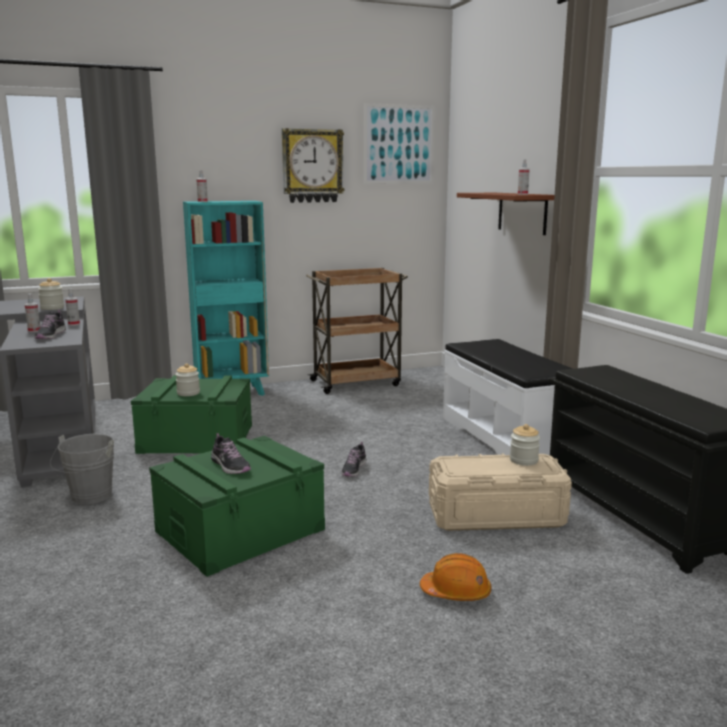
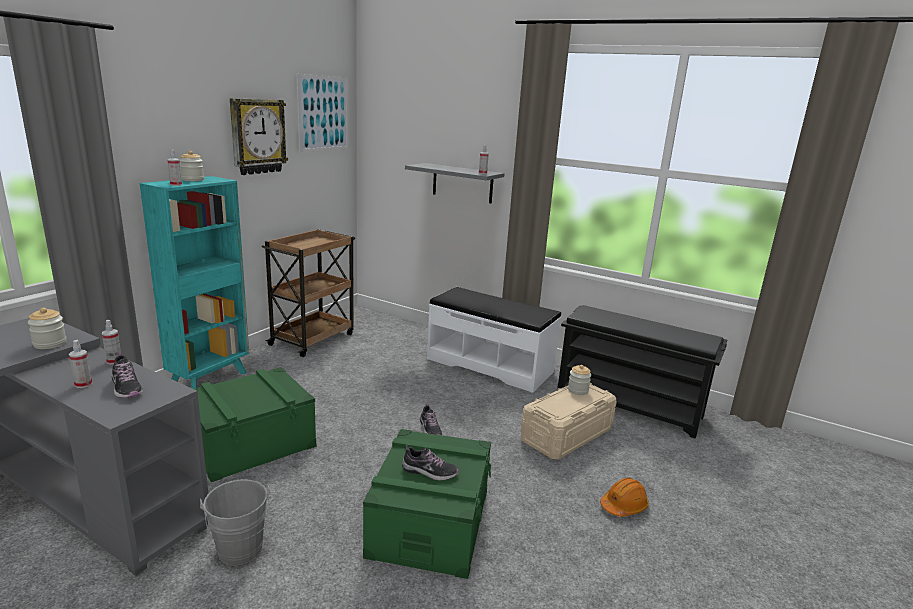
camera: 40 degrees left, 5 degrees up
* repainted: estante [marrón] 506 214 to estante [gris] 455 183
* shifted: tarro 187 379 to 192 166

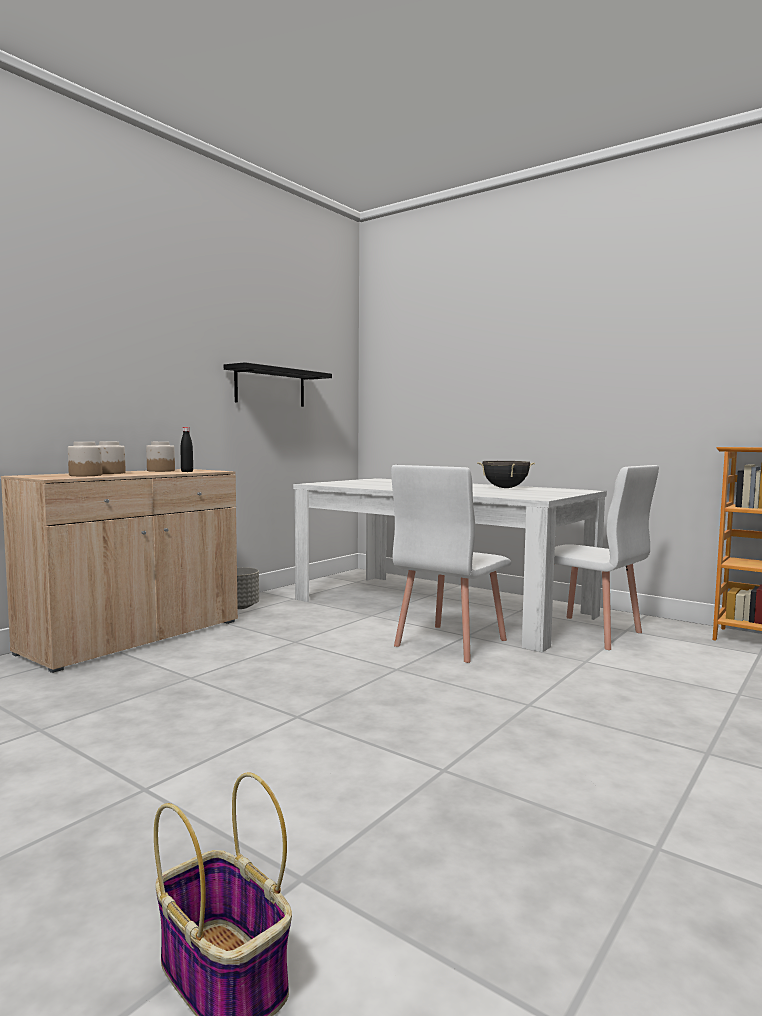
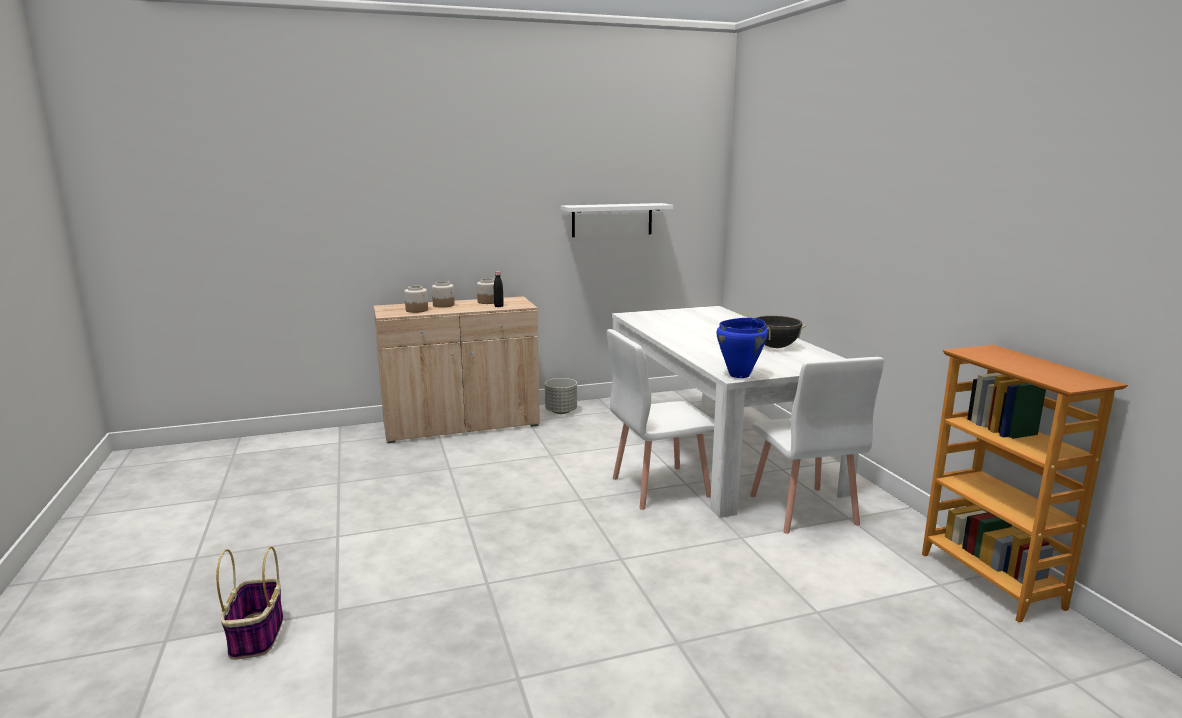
camera: 35 degrees right, 10 degrees up
* repainted: estante [negro] 278 384 to estante [blanco] 616 220
* new: olla [azul] 742 348

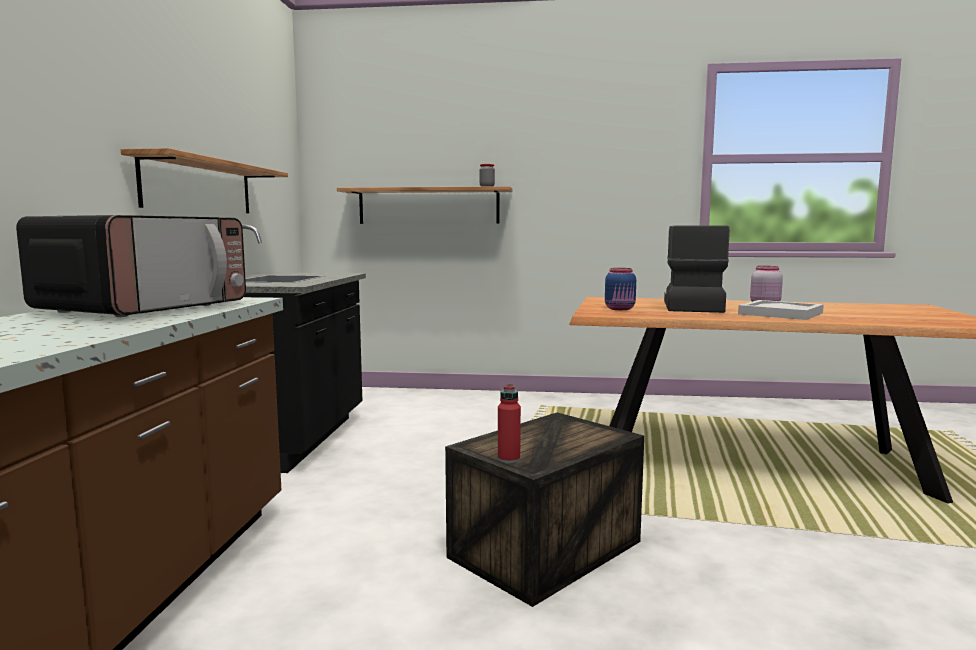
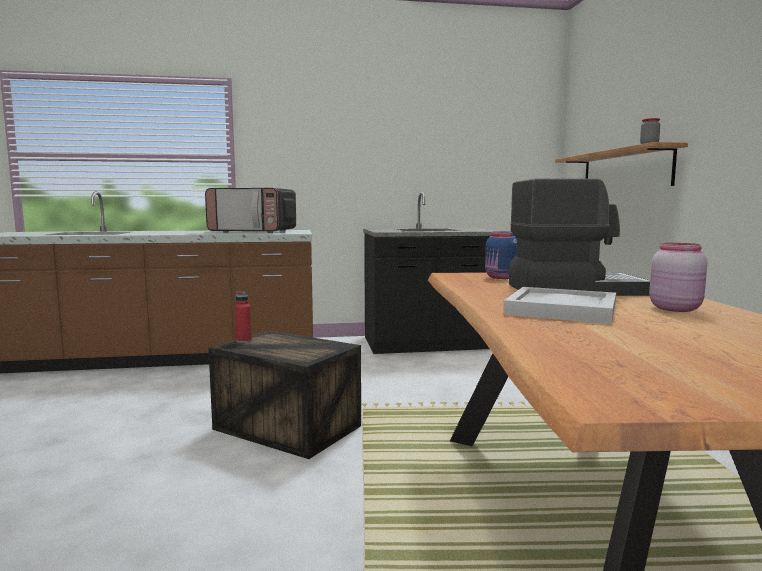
camera: 75 degrees right, 0 degrees up
* gone: estante 204 180

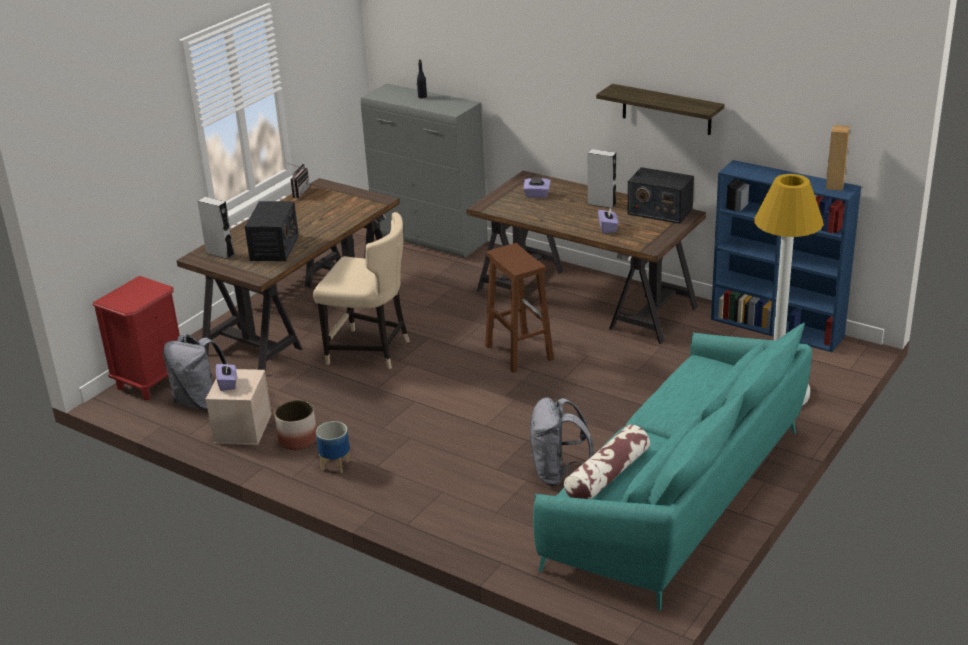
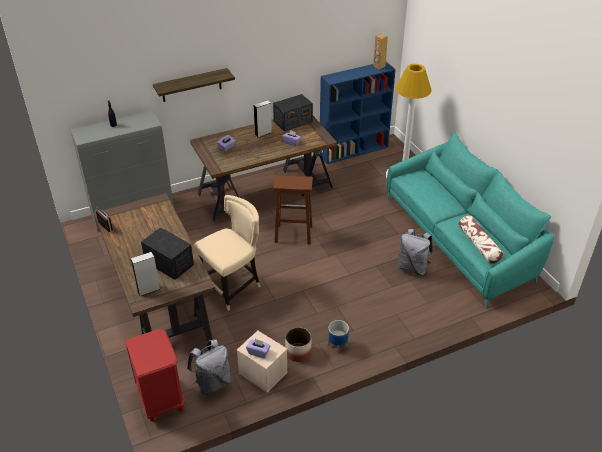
camera: 60 degrees left, 10 degrees up
* shifted: estante 660 109 to 194 85

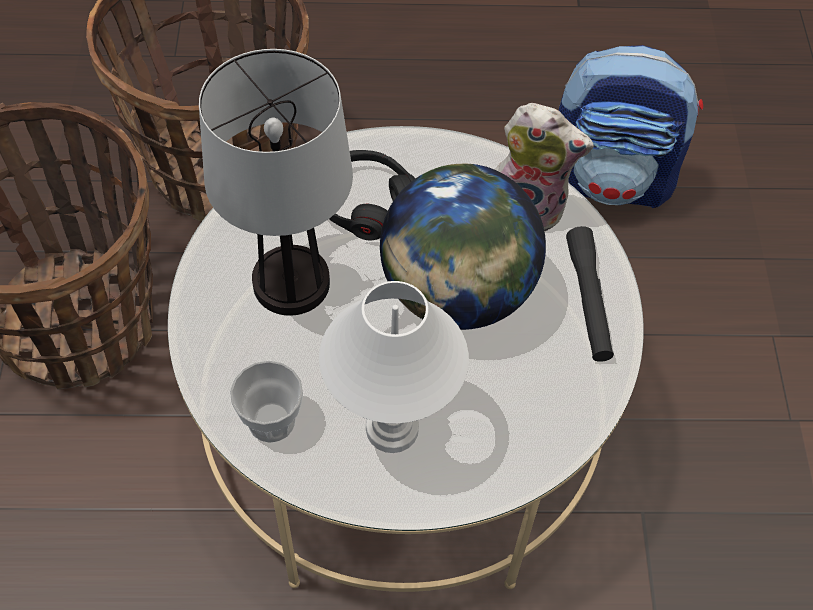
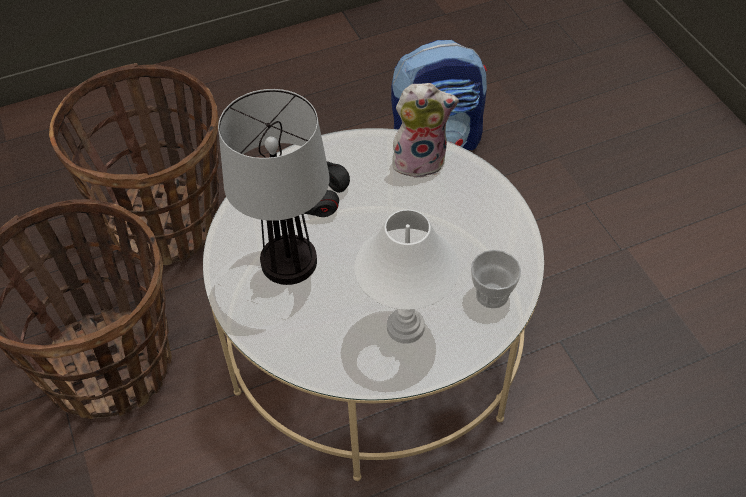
camera: 20 degrees left, 5 degrees down
* gone: globo terráqueo 463 247
* gone: linterna [negro] 590 294
* shifted: taza 266 402 to 496 279

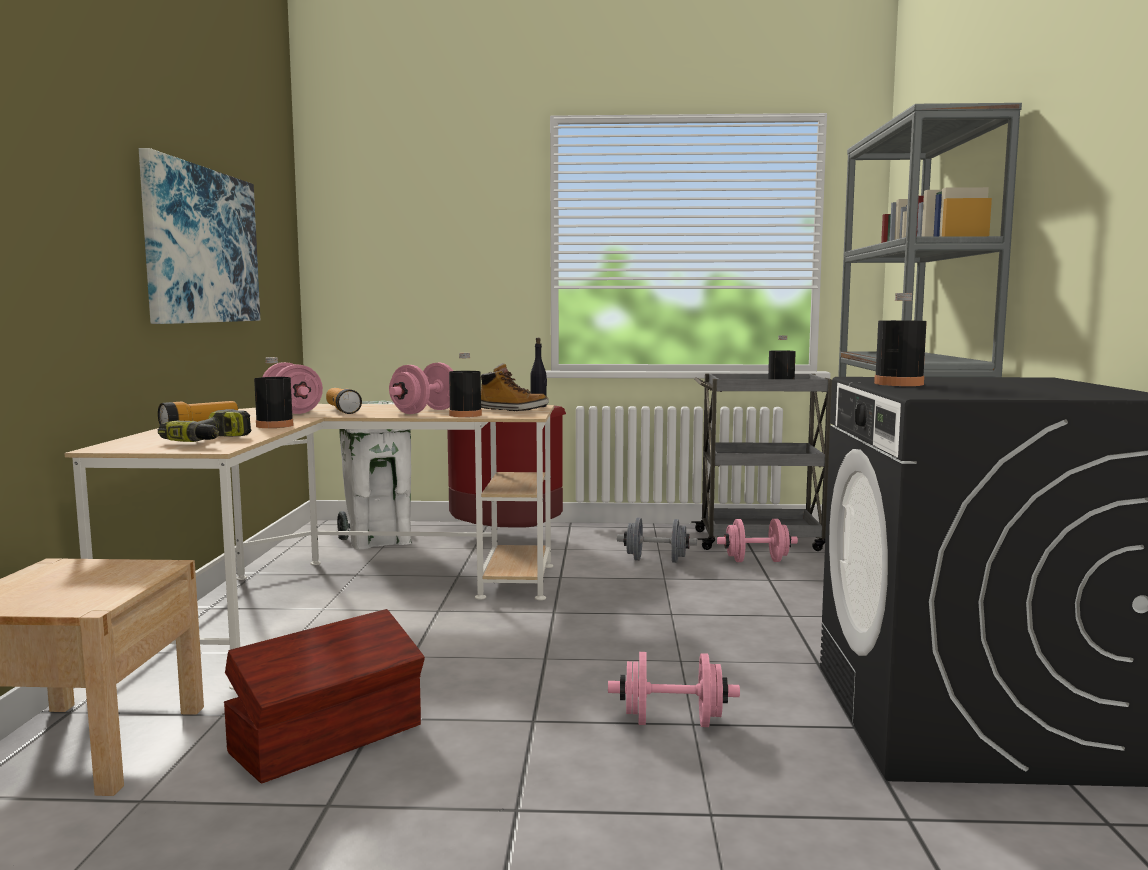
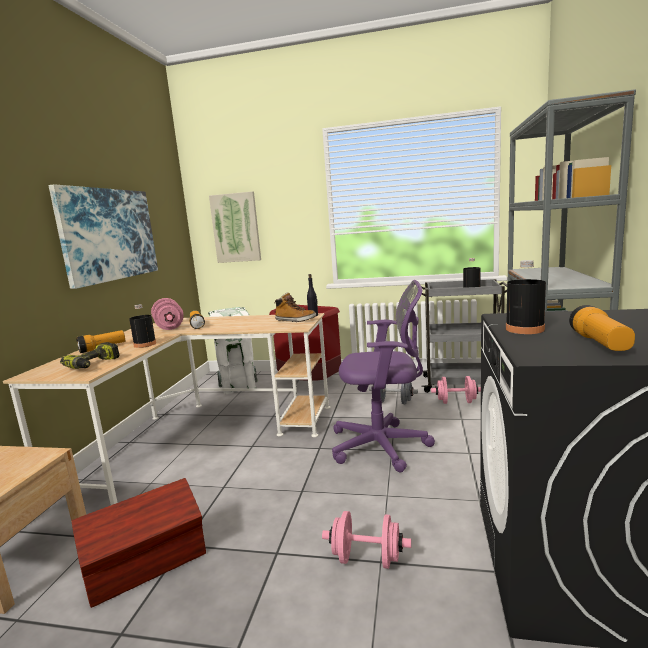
camera: 10 degrees right, 5 degrees up
* gone: botella [negro] 465 385
* gone: mancuerna [rosa] 421 388
* new: cuadro 235 227
* new: silla de oficina [morado] 383 376
* new: linterna 602 328

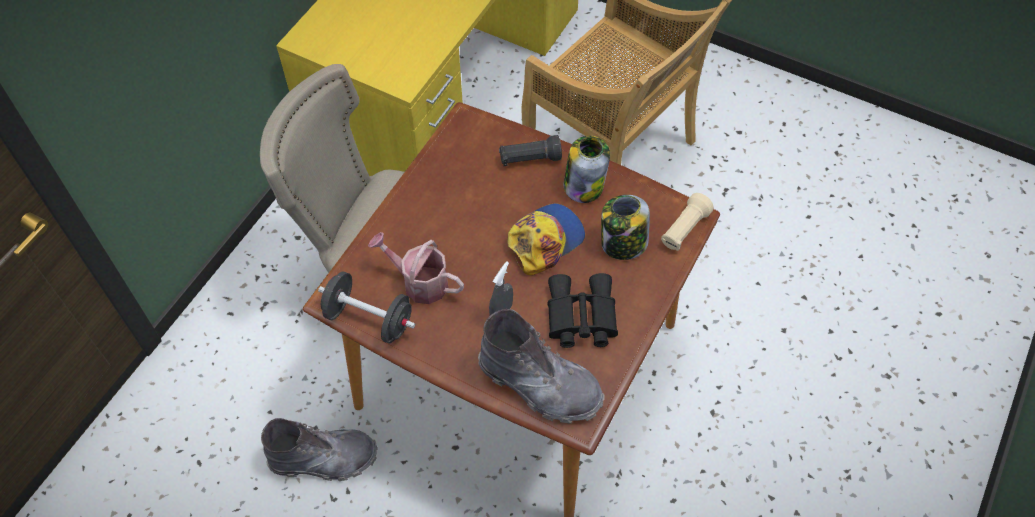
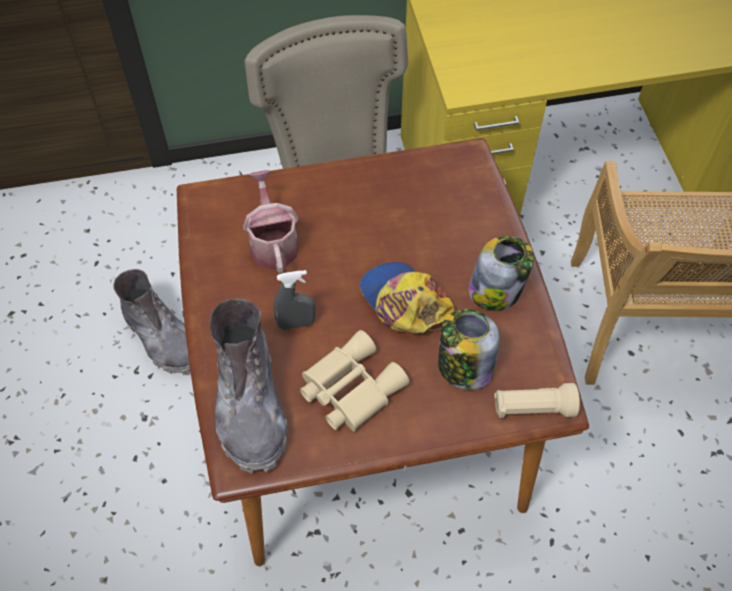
camera: 50 degrees right, 0 degrees up
* gone: linterna [negro] 530 150
* rotated: gorra 546 239 = 407 297 135 degrees counterclockwise
* gone: mancuerna [negro] 366 307
* repainted: prismáticos [negro] 583 310 to prismáticos [beis] 354 381

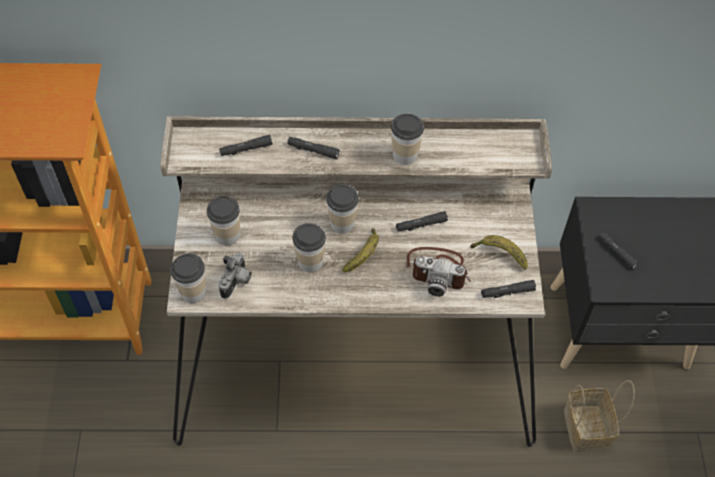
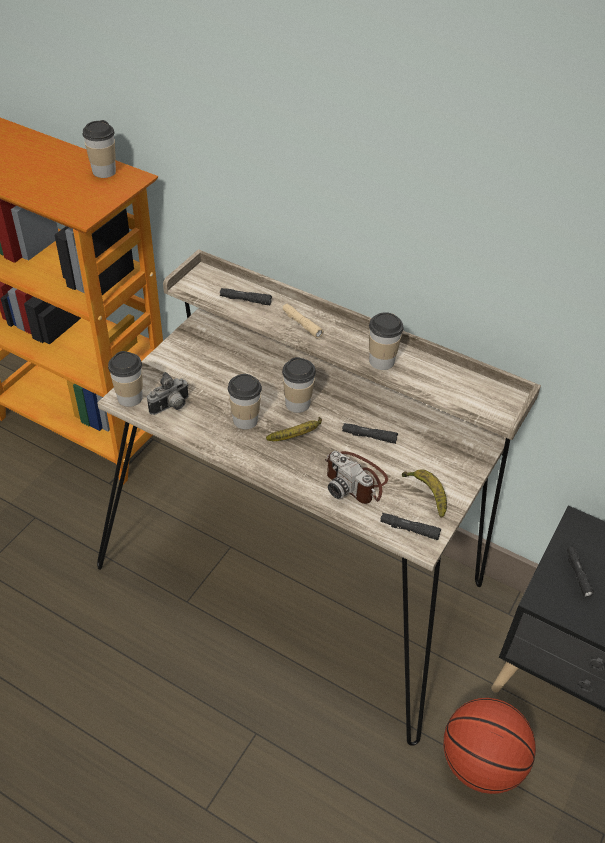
camera: 30 degrees right, 10 degrees down
* repainted: linterna [negro] 313 148 to linterna [beis] 303 321
* shifted: taza 223 220 to 99 149
* swapped: cesta 599 416 to balón de baloncesto 489 746

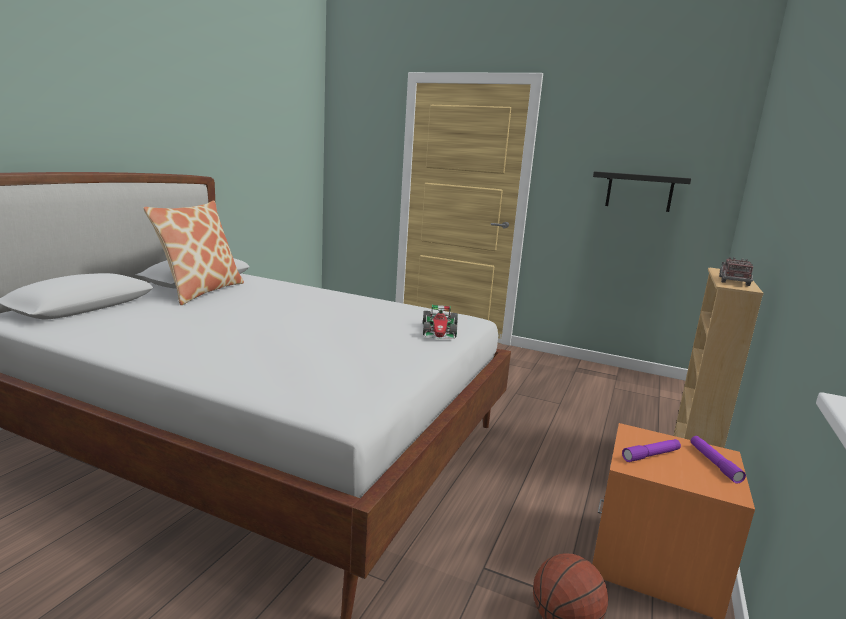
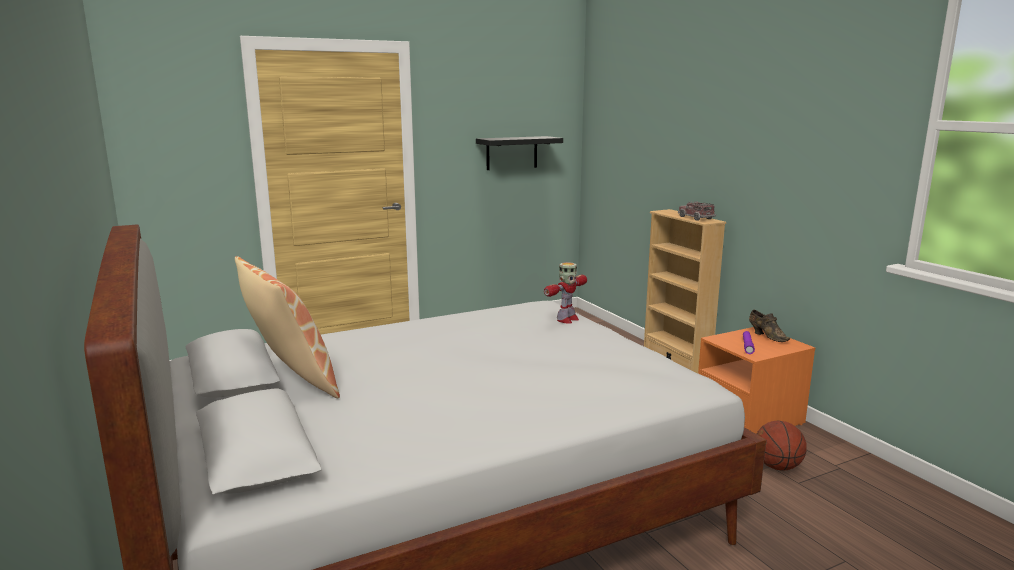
camera: 50 degrees left, 0 degrees up
* swapped: coche de juguete 440 322 to robot de juguete 565 292
* swapped: linterna [morado] 718 460 to zapato [marrón] 769 326

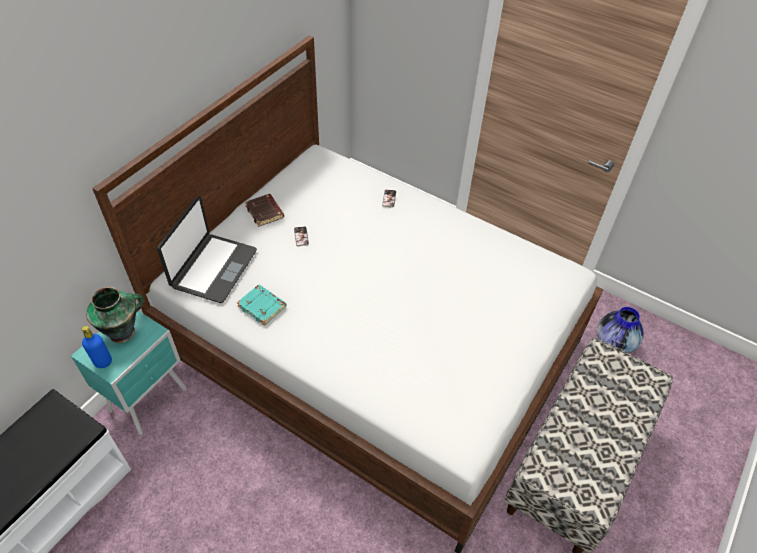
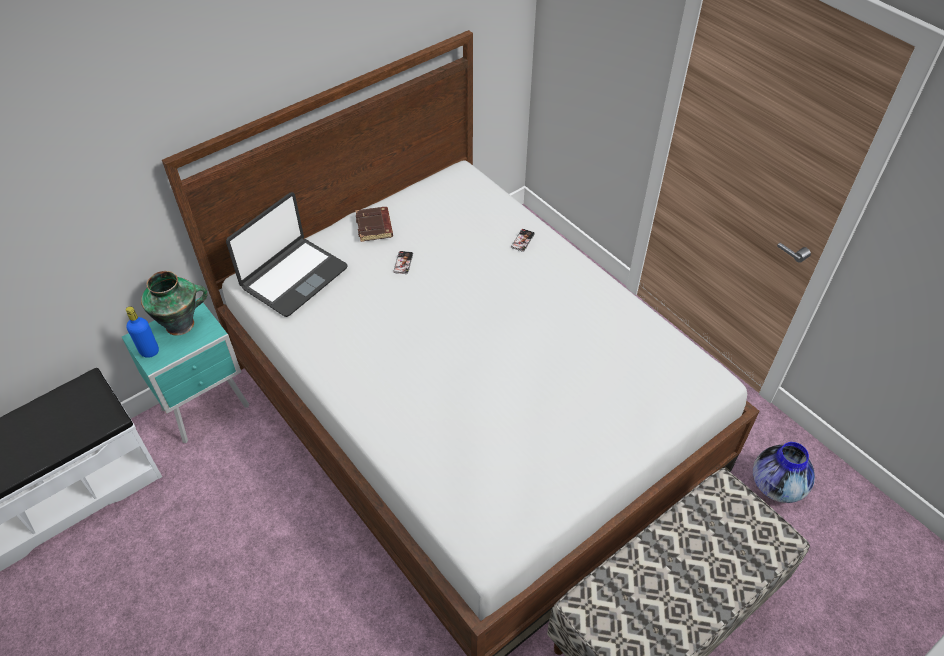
camera: 20 degrees right, 0 degrees up
* gone: libro [turquesa] 262 305

